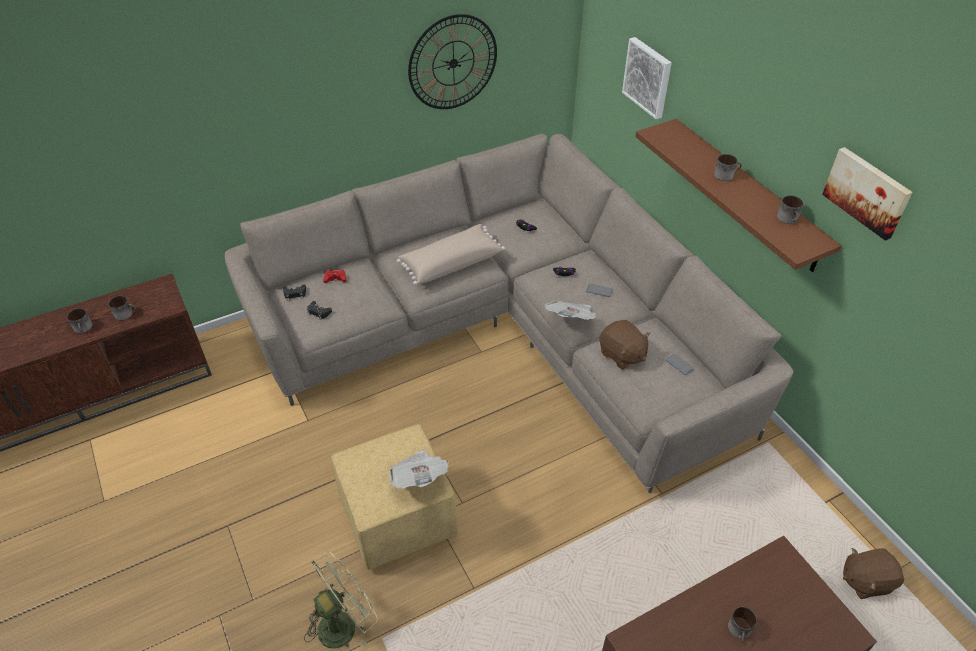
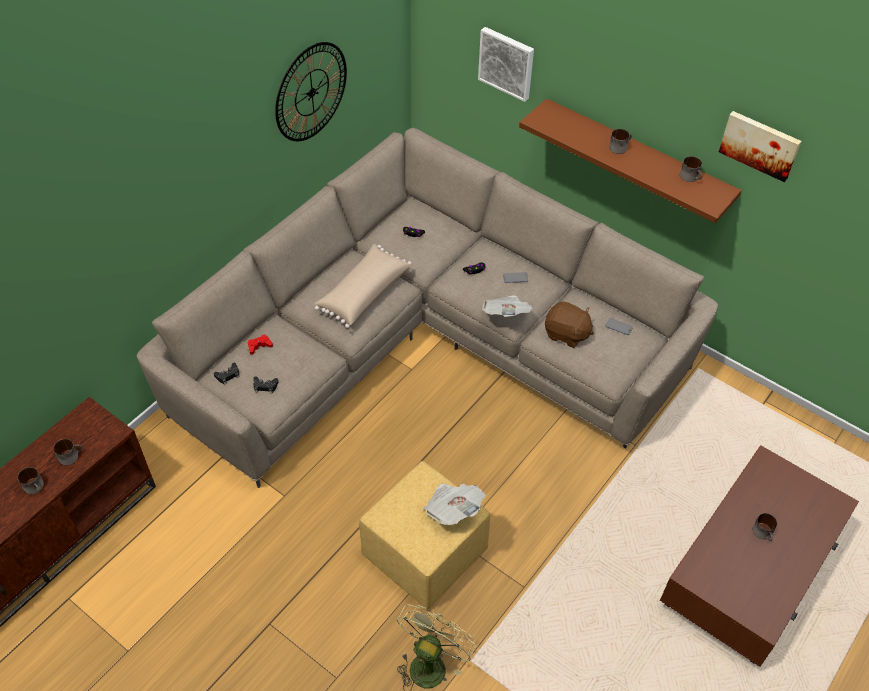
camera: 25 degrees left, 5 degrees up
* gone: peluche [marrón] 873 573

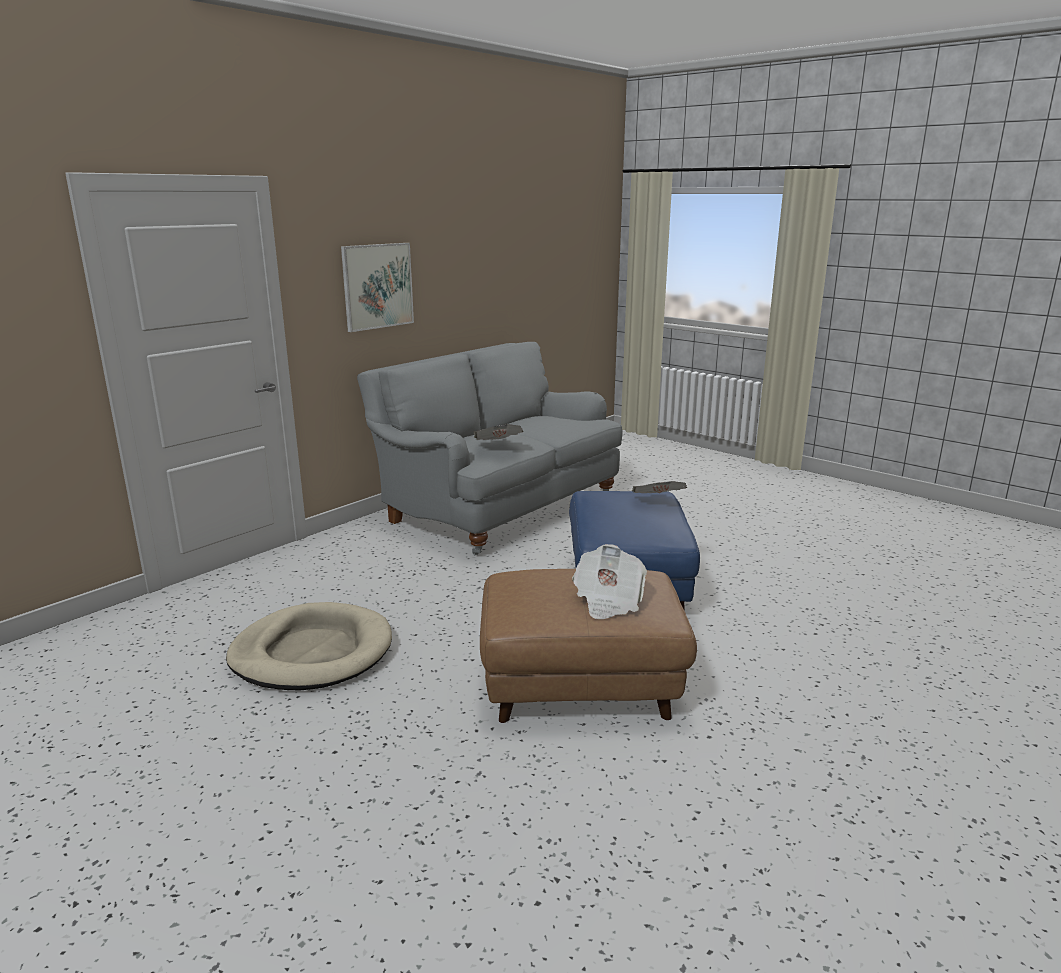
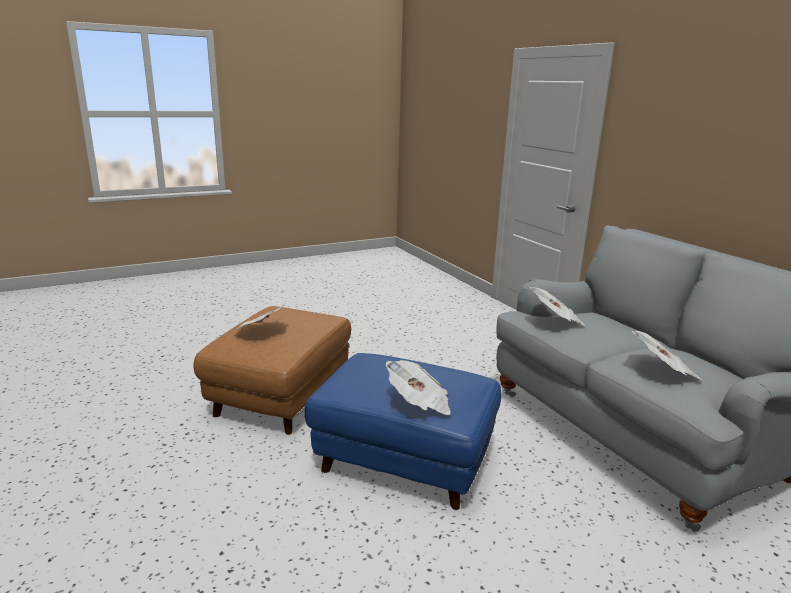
camera: 110 degrees right, 0 degrees up
* gone: cuadro 377 287
* gone: cama para perro [beis] 309 646
* new: periódico 666 354

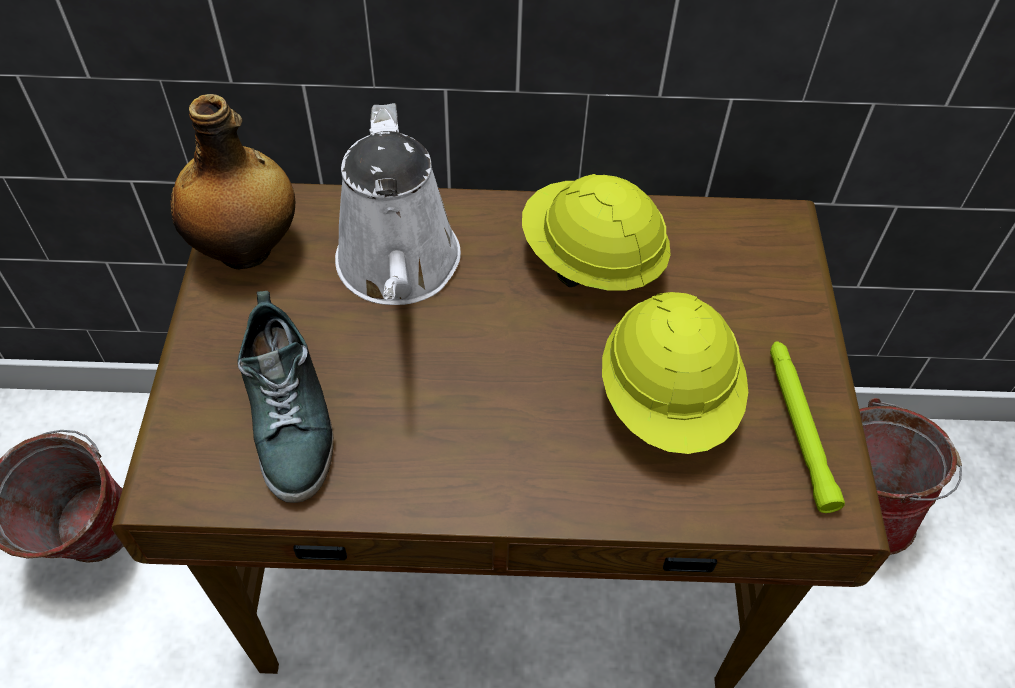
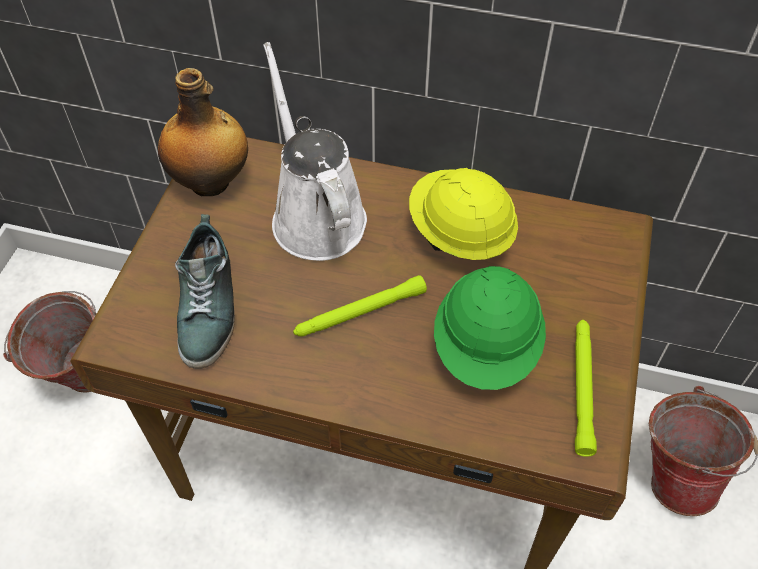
camera: 15 degrees right, 0 degrees up
* rotated: regadera [blanco] 398 204 = 315 151 150 degrees clockwise
* repainted: casco [amarillo] 675 373 to casco [verde] 490 328
* new: linterna [verde] 360 306

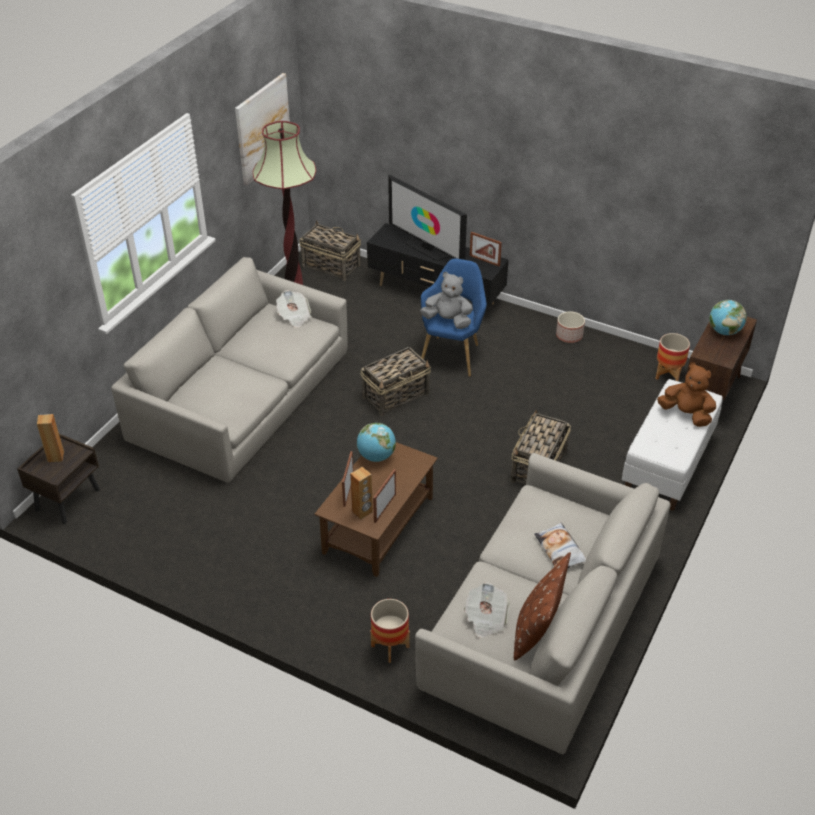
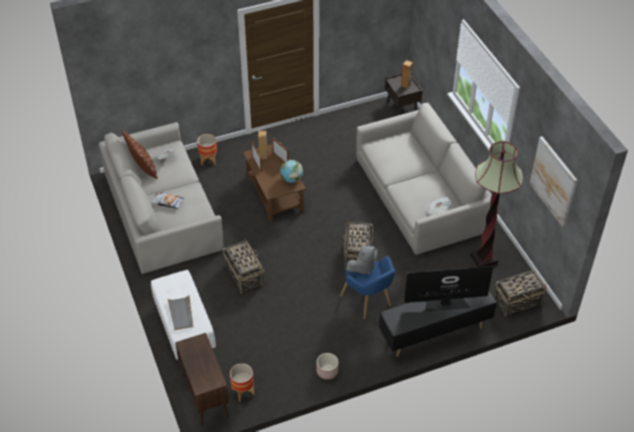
camera: 130 degrees right, 5 degrees up
* gone: portarretratos 486 249
* gone: globo terráqueo 728 317
* swapped: peluche [marrón] 686 394 to bandeja [gris] 180 313

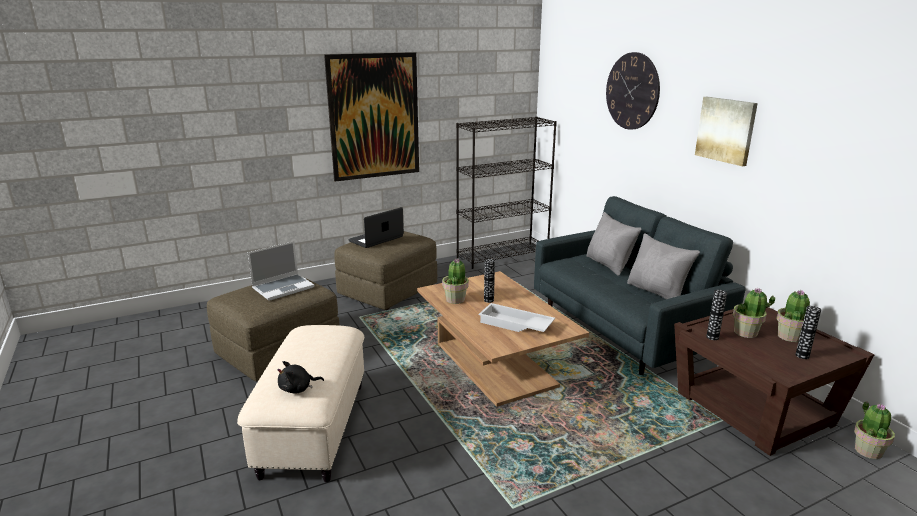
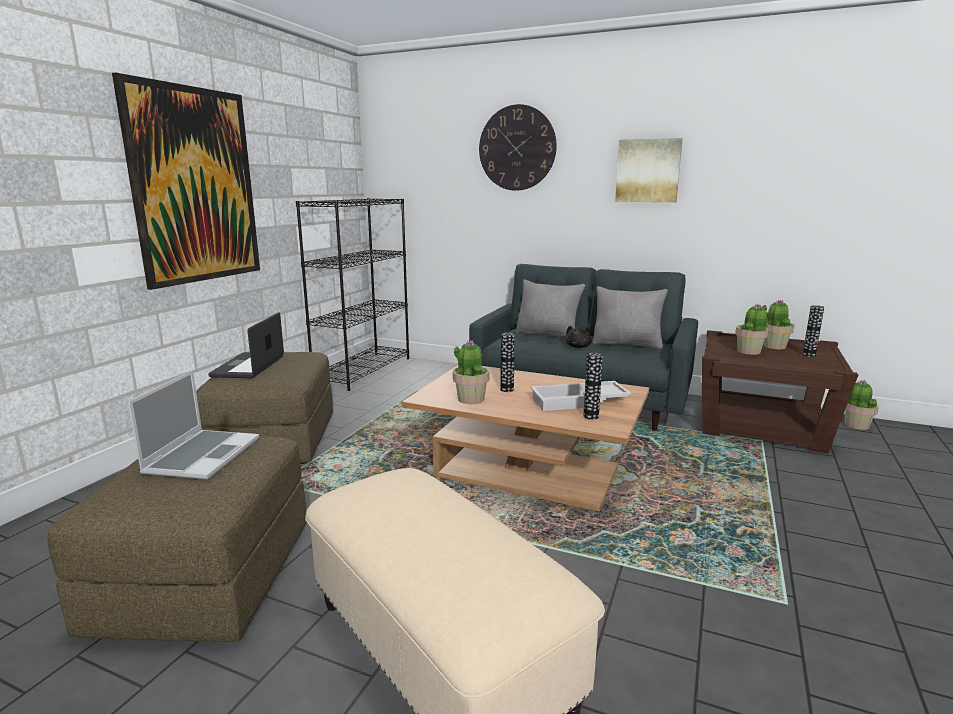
camera: 40 degrees left, 5 degrees down
* shifted: florero 716 315 to 593 386
* shifted: peluche [negro] 300 377 to 579 337

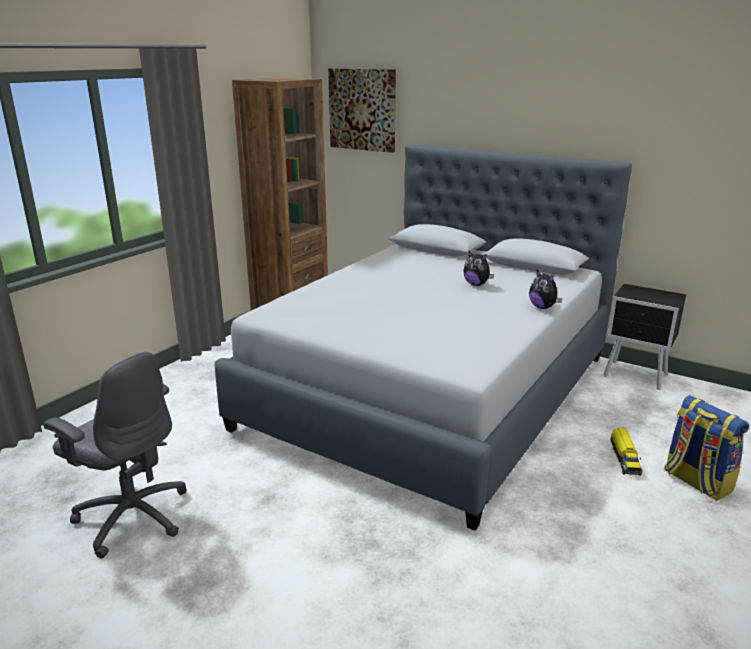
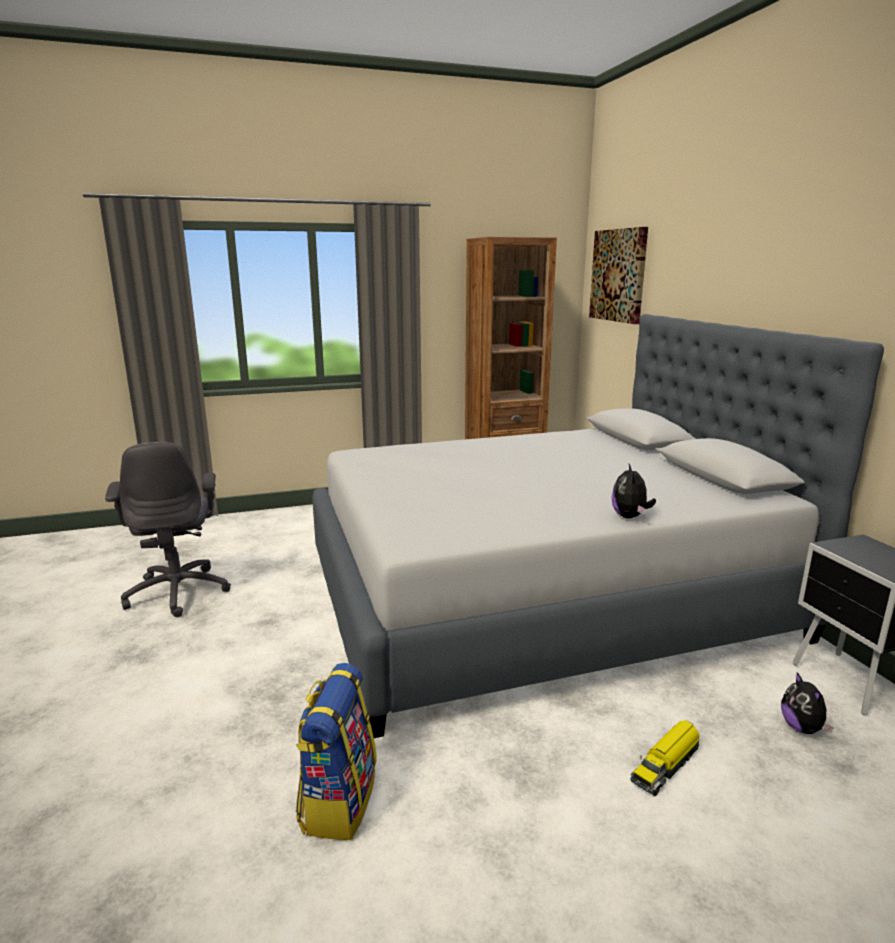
camera: 40 degrees right, 5 degrees down
* shifted: peluche 479 268 to 807 703
* shifted: mochila 706 448 to 336 751

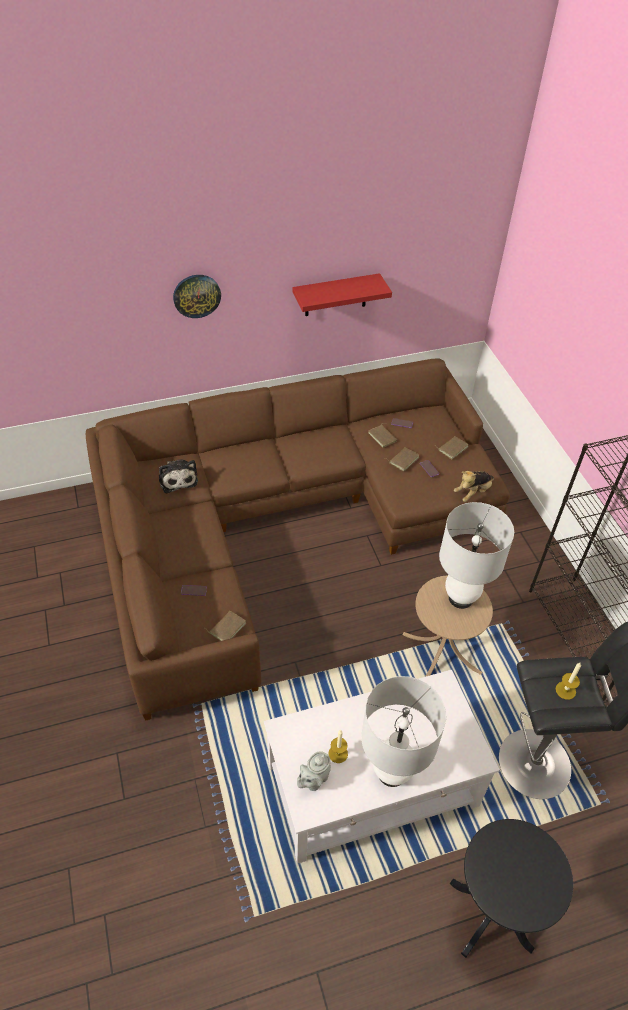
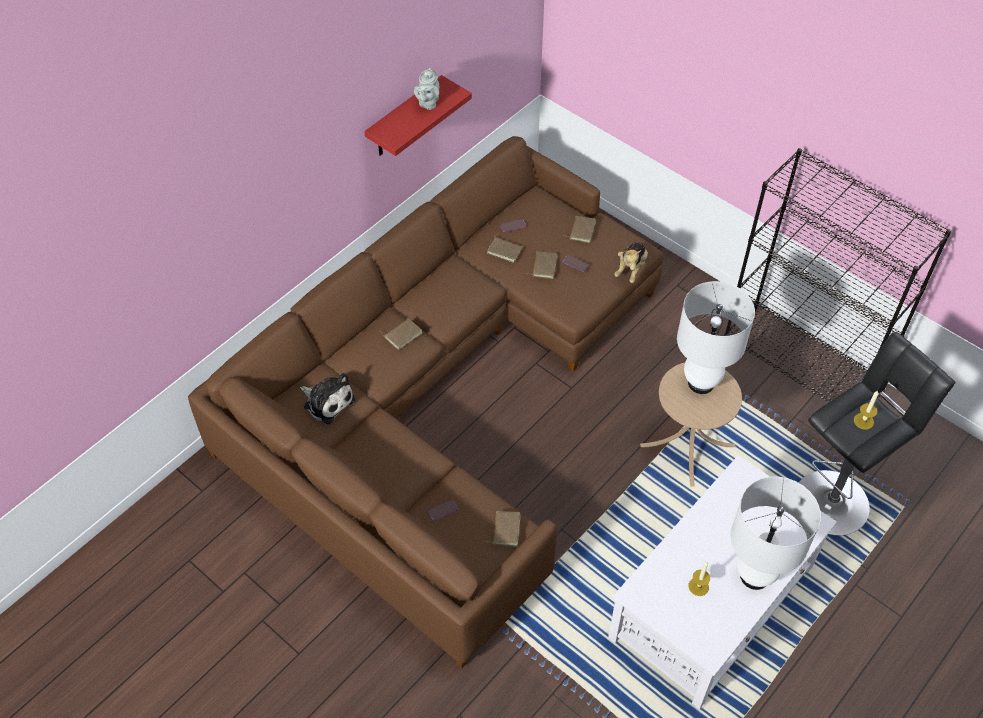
camera: 30 degrees left, 5 degrees up
* gone: reloj de pared 197 296
* shifted: tetera [gris] 314 771 to 426 89
* gone: mesa auxiliar [negro] 511 888
* new: libro [marrón] 401 334

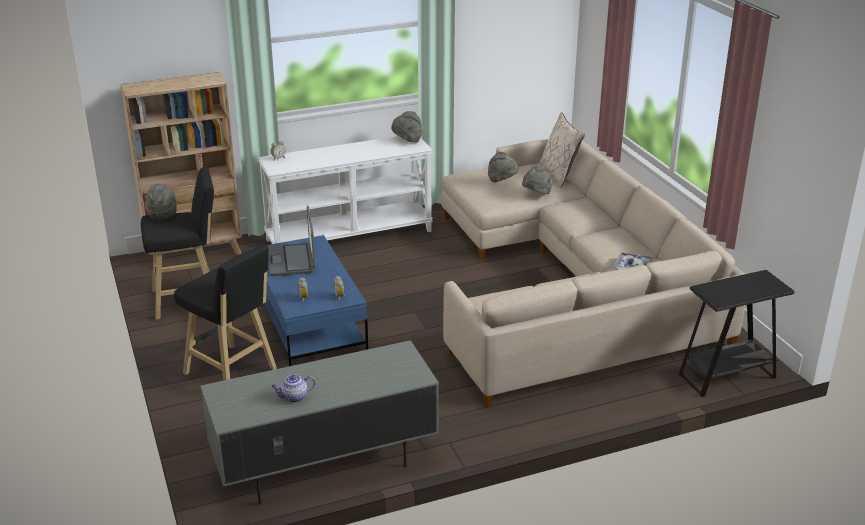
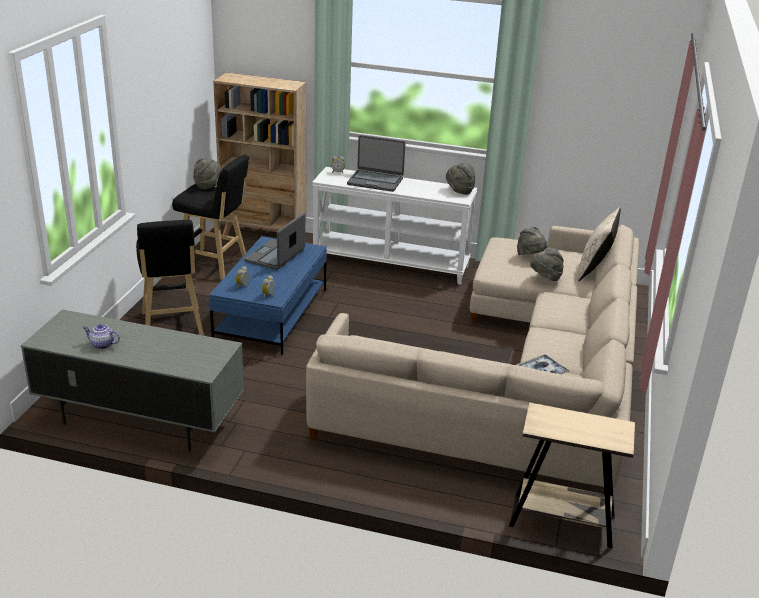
camera: 35 degrees right, 0 degrees up
* repainted: mesa auxiliar [negro] 737 333 to mesa auxiliar [beis] 572 475
* new: portátil 376 163

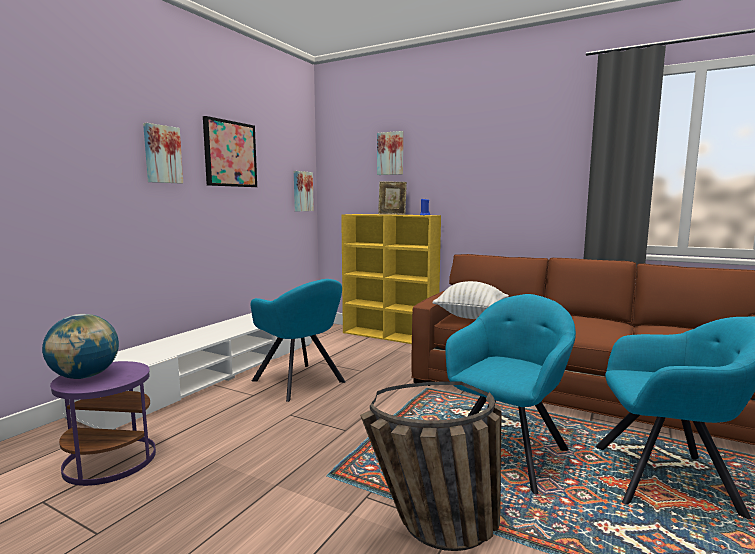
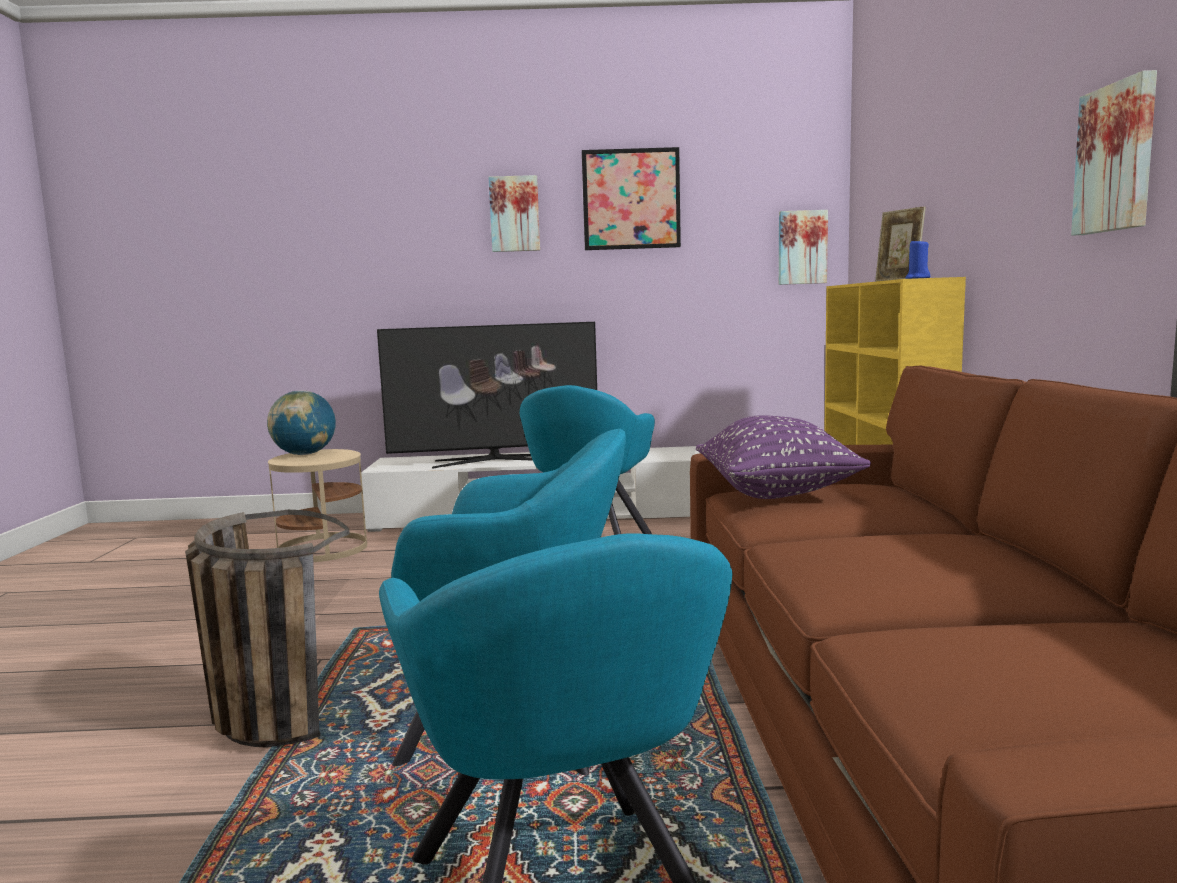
camera: 60 degrees right, 0 degrees up
* shifted: cuadro 390 153 to 1114 152
* repainted: cojín [blanco] 471 300 to cojín [morado] 783 457
* repainted: mesa auxiliar [morado] 103 423 to mesa auxiliar [beis] 317 505
* new: televisor 487 395

